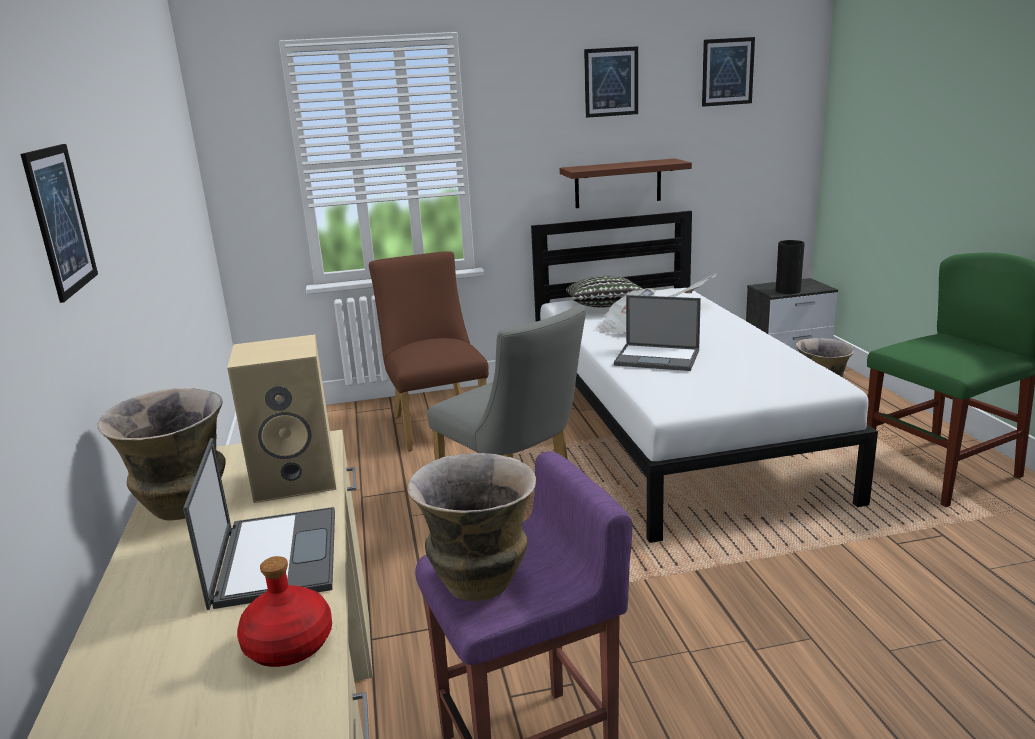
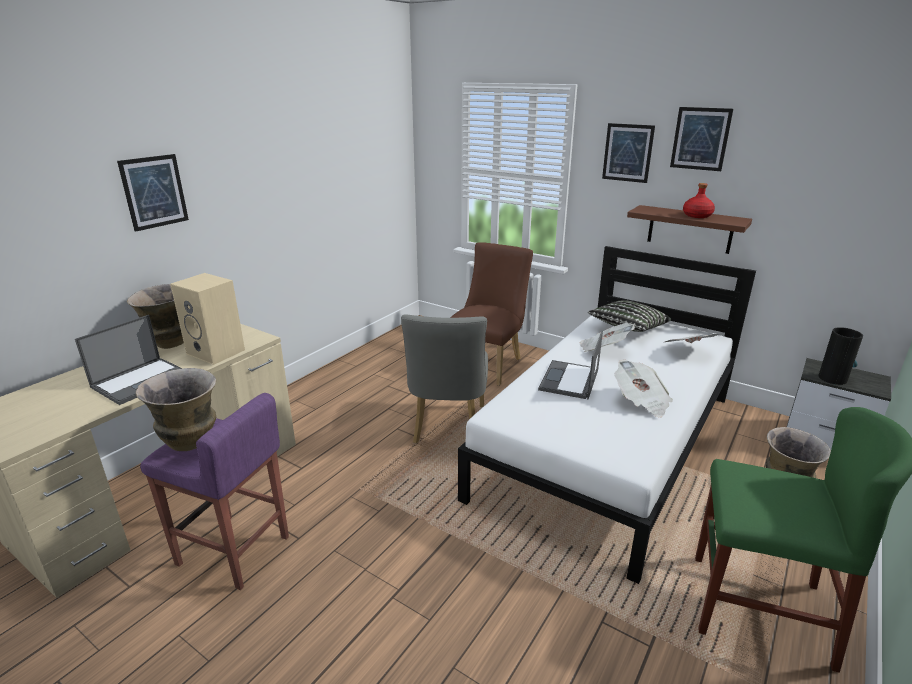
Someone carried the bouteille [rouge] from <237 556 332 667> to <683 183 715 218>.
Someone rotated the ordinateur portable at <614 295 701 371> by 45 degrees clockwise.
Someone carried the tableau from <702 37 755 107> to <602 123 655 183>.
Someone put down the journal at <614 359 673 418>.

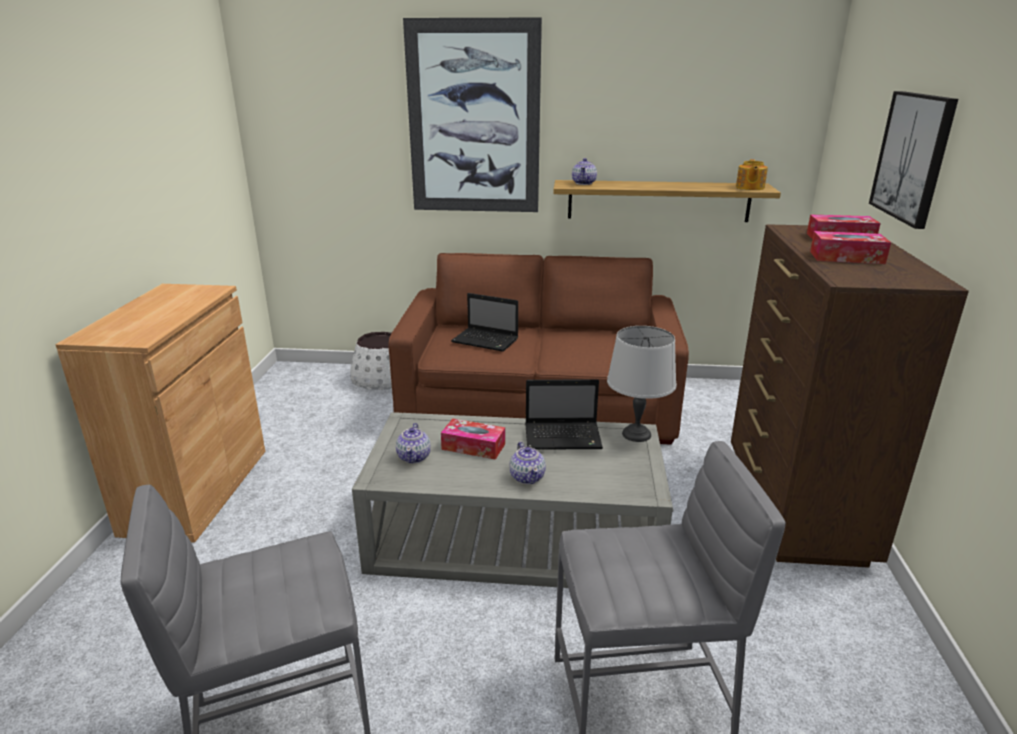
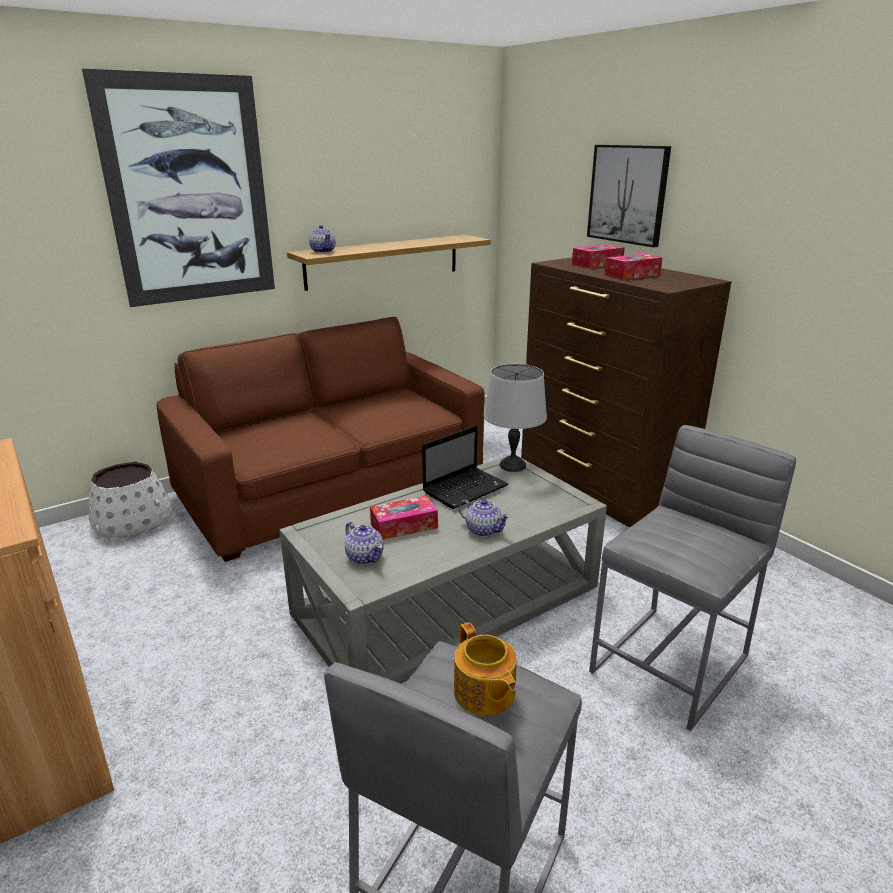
Someone took away the ordinateur portable at <451 293 518 352>.
Someone carried the théière from <736 159 768 190> to <454 622 517 716>.

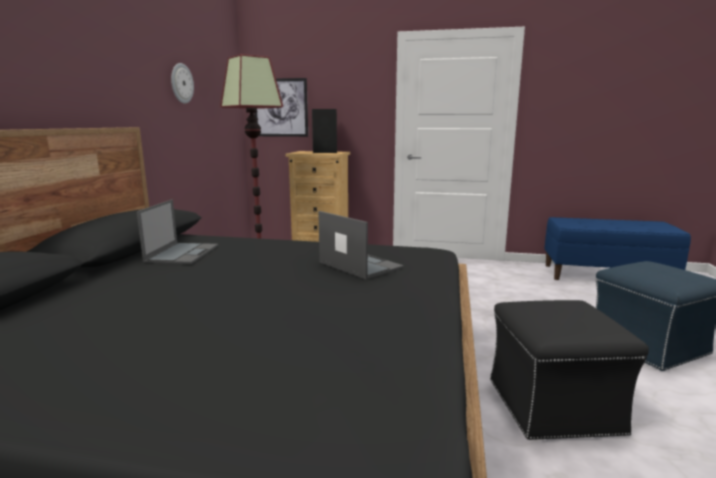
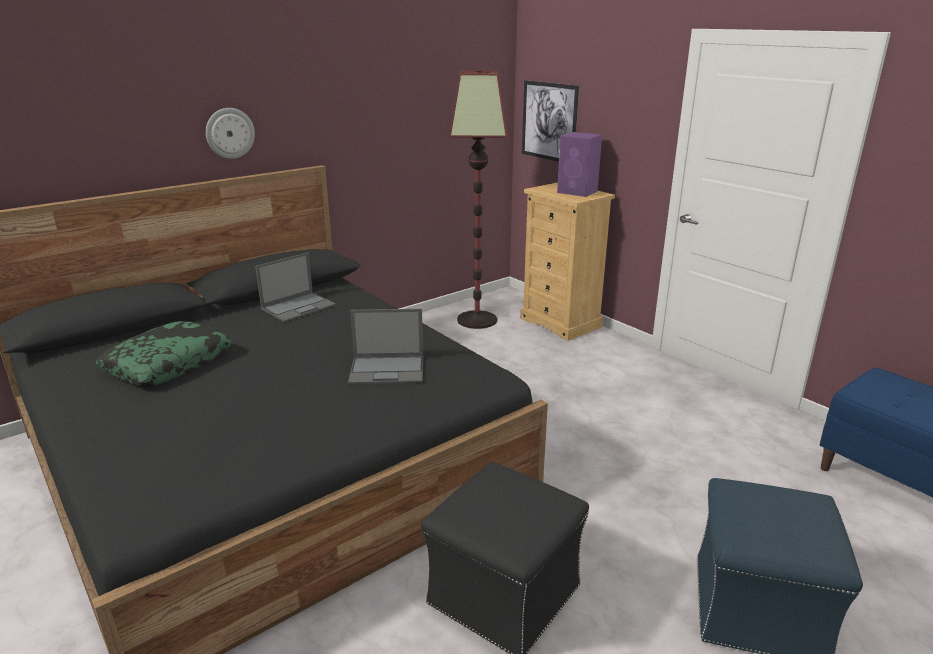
Someone carried the horloge murale from <171 63 194 104> to <206 108 255 159>.
Someone repainted the enceinte [noir] at <312 109 337 153>, which became the enceinte [violet] at <557 132 602 197>.
Someone rotated the ordinateur portable at <318 211 404 280> by 90 degrees clockwise.
Someone put down the coussin at <96 321 232 387>.

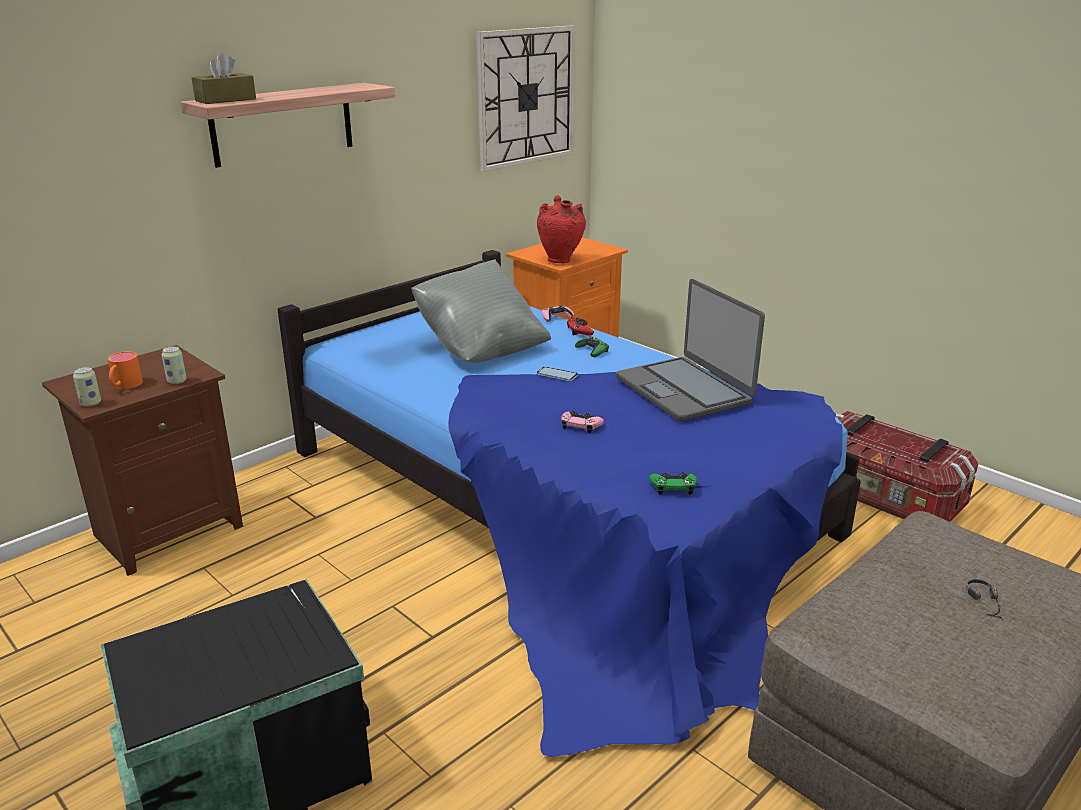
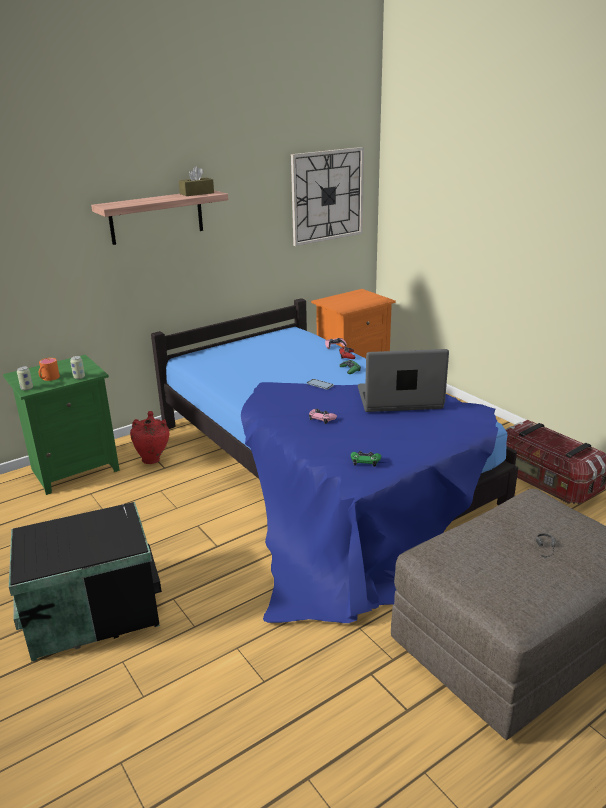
Someone repainted the table de chevet [marron] at <42 345 243 576>, which became the table de chevet [vert] at <3 355 120 495>.
Someone carried the boîte à mouchoirs [marron] from <191 52 256 104> to <179 166 214 196>.
Someone took away the coussin [gris] at <411 259 551 363>.
Someone carried the vase [rouge] from <537 195 586 263> to <130 411 169 464>.
Someone rotated the ordinateur portable at <616 279 765 422> by 105 degrees clockwise.

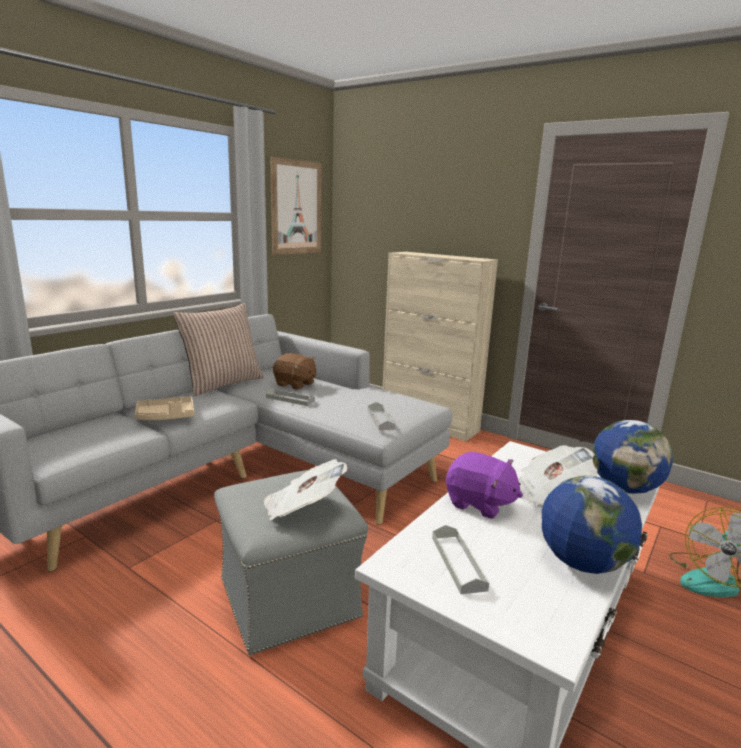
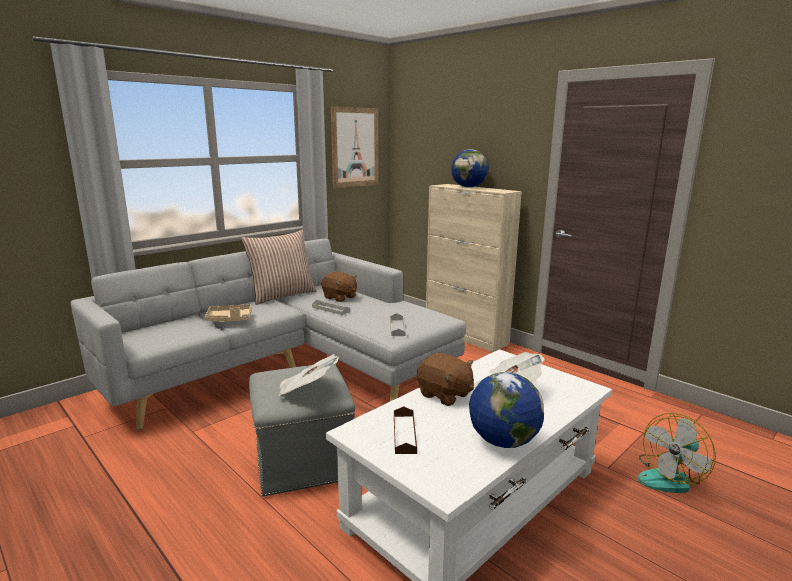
Someone repainted the plateau [gris] at <432 525 489 594>, which became the plateau [marron] at <394 406 417 454>.
Someone repainted the peluche [violet] at <446 452 523 519>, which became the peluche [marron] at <417 353 474 406>.
Someone carried the globe from <593 420 673 494> to <451 149 489 187>.

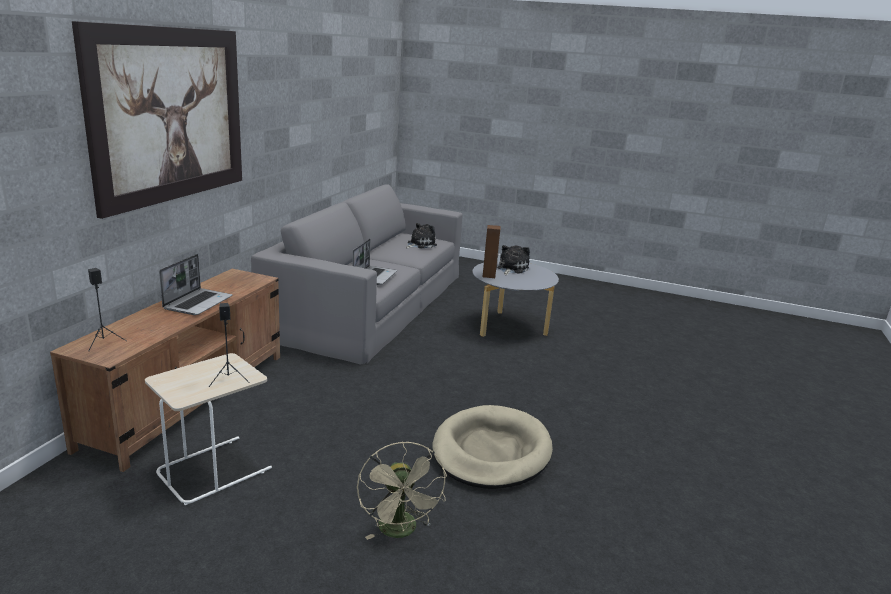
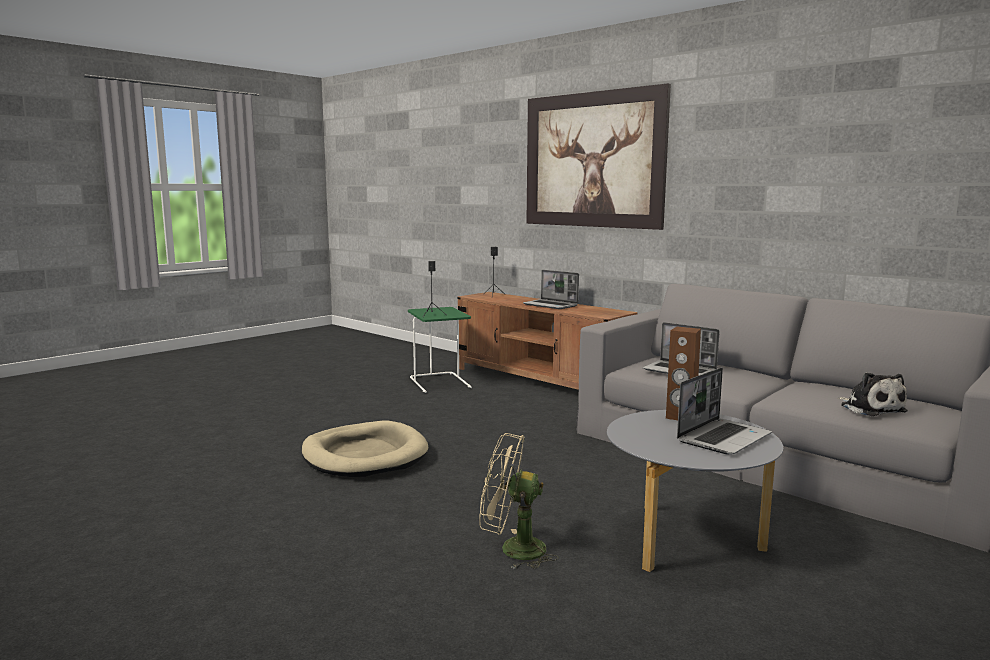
Someone repainted the table d'appoint [beige] at <145 353 272 505>, which became the table d'appoint [vert] at <408 307 472 393>.
Someone carried the ventilateur [beige] from <357 441 447 540> to <479 433 559 569>.
Someone swapped the peluche at <497 245 530 275> for the ordinateur portable at <677 367 772 455>.

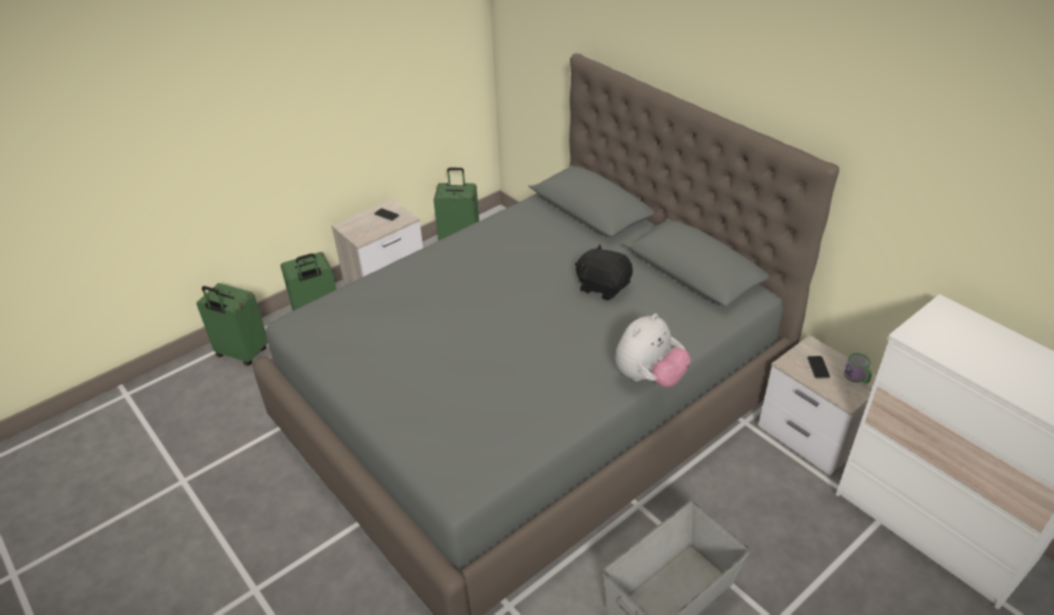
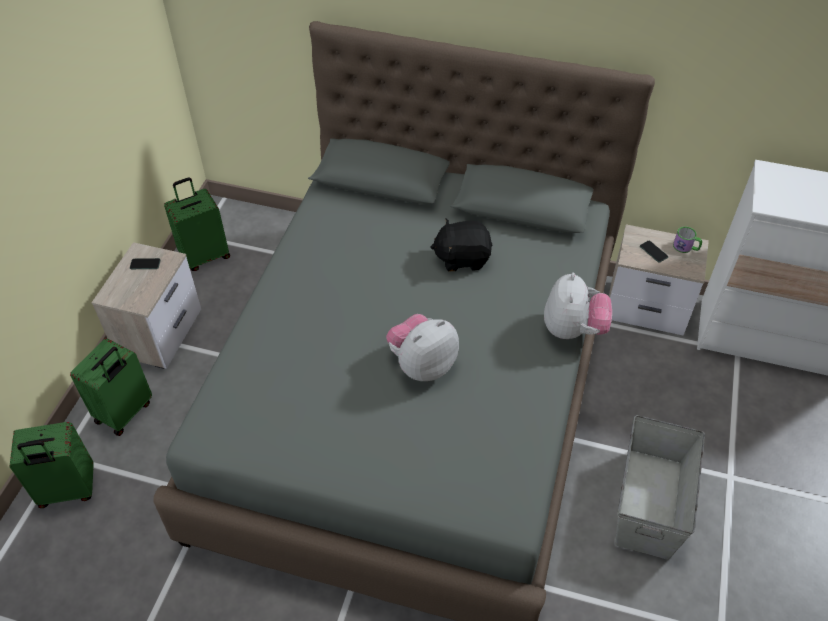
Someone put down the peluche at <386 314 459 381>.

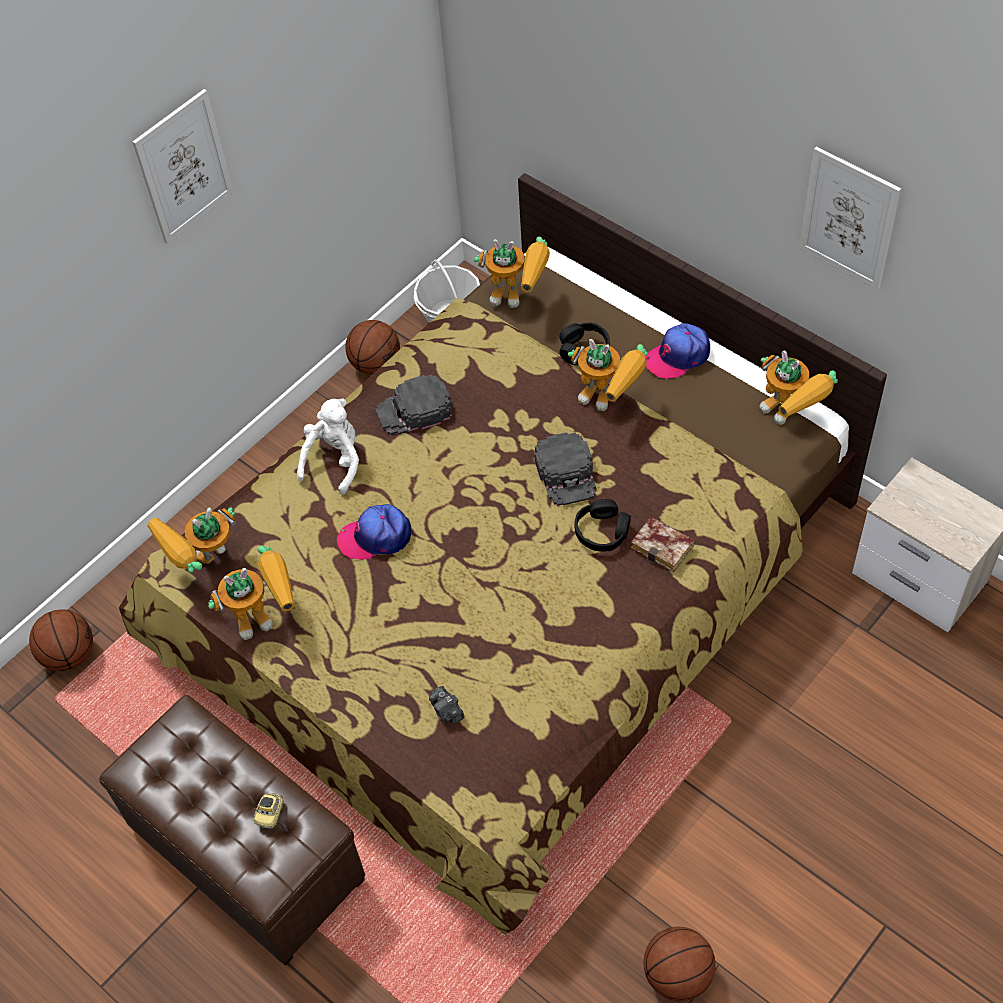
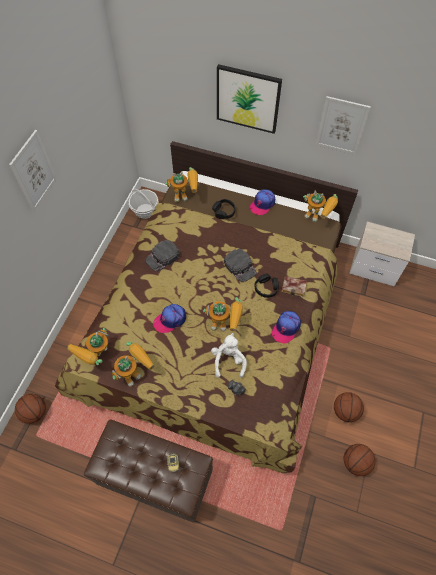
Someone carried the peluche [blanc] from <297 398 359 495> to <211 333 247 378>.
Someone carried the ballon de basket from <345 320 400 375> to <334 392 364 422>.
Someone carried the robot jouet from <568 339 648 411> to <203 297 243 332>.
Someone put up the tableau at <217 64 282 134>.
Someone put down the casquette at <272 311 301 344>.

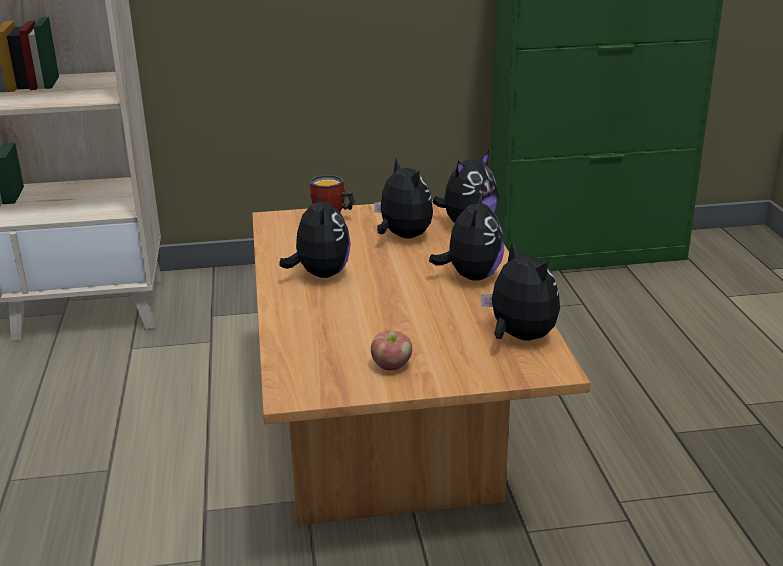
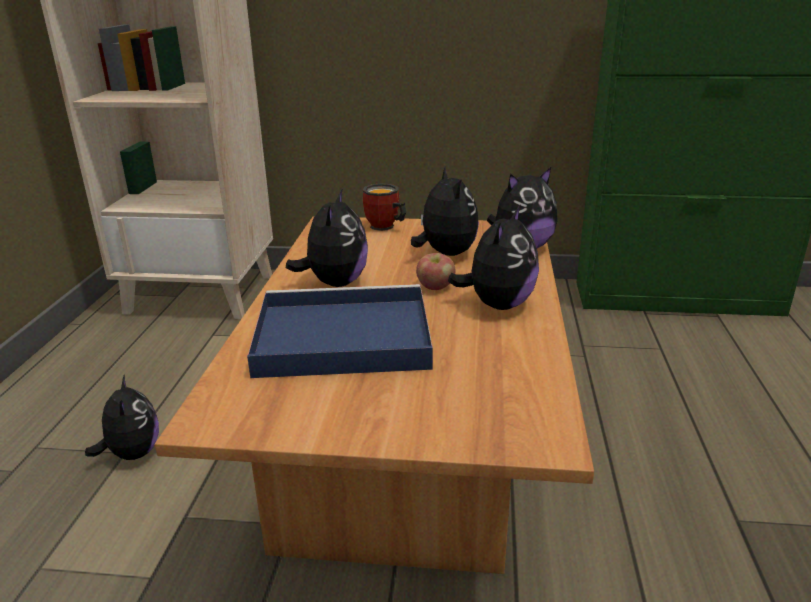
Someone carried the pomme from <371 330 412 370> to <416 253 456 290>.
Someone carried the peluche from <481 241 560 341> to <85 374 159 460>.
Someone put down the plateau [bleu] at <247 284 433 378>.

